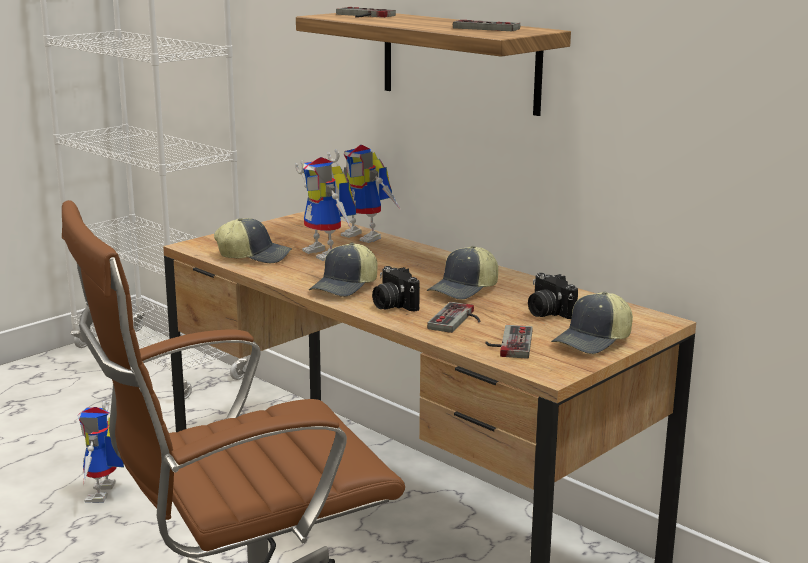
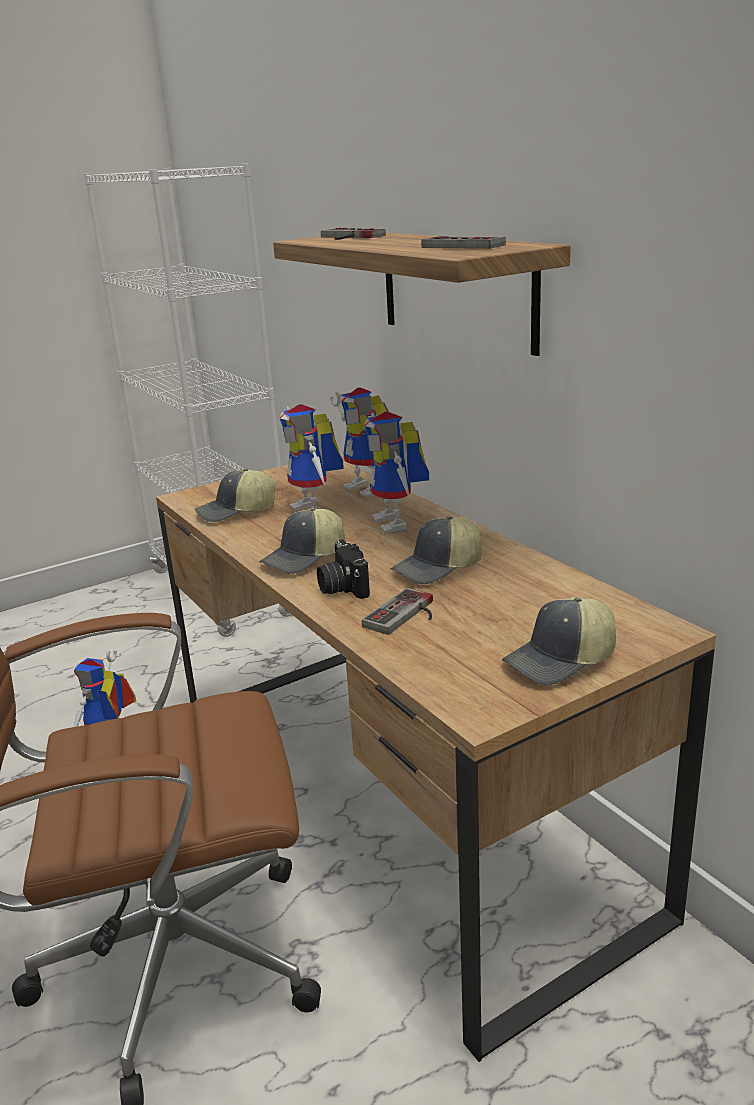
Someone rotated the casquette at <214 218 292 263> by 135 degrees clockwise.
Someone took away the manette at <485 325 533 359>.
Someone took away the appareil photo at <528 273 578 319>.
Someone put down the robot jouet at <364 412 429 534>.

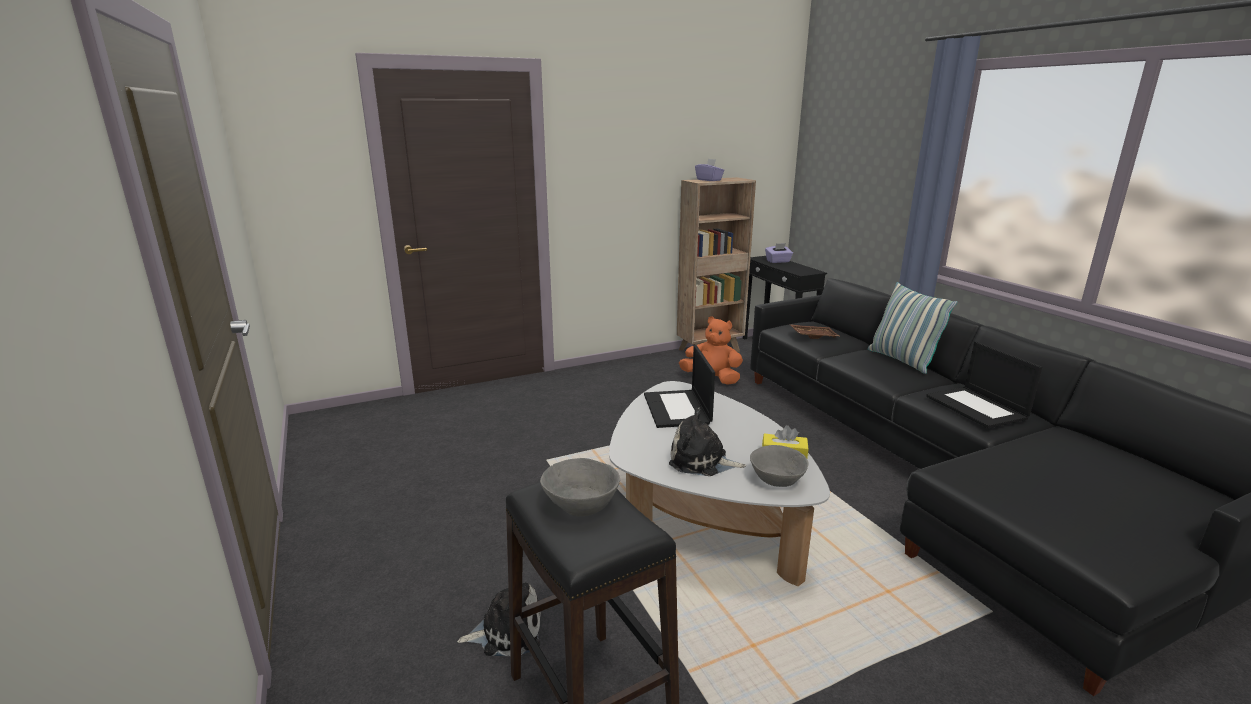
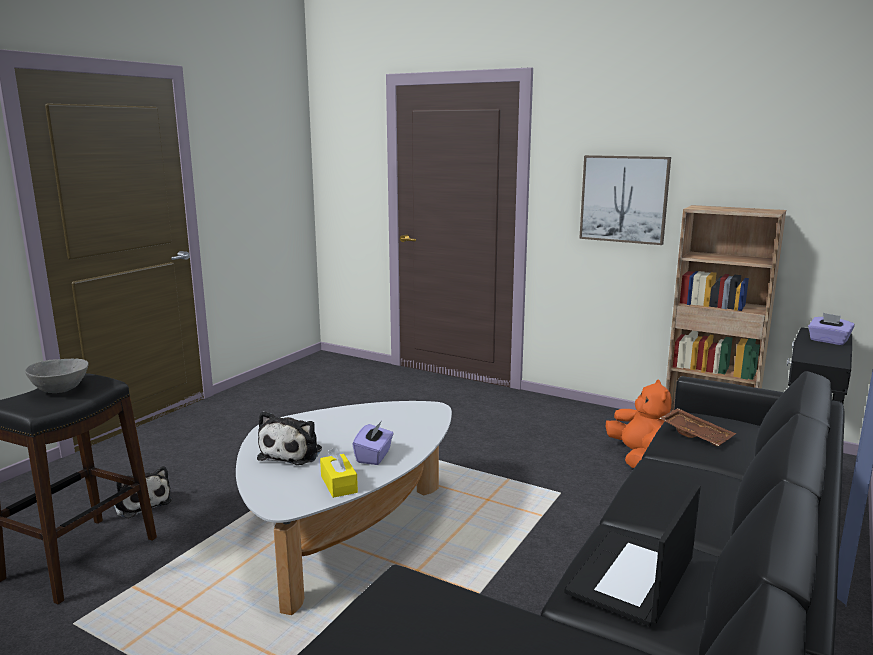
Someone took away the ordinateur portable at <644 345 715 428>.
Someone rotated the peluche at <669 408 746 476> by 150 degrees counterclockwise.
Someone carried the boîte à mouchoirs [violet] from <695 159 725 181> to <352 421 394 465>.
Someone took away the bol [gris] at <750 445 808 487>.
Someone took away the coussin at <868 282 957 374>.
Someone put up the tableau at <579 155 671 245>.

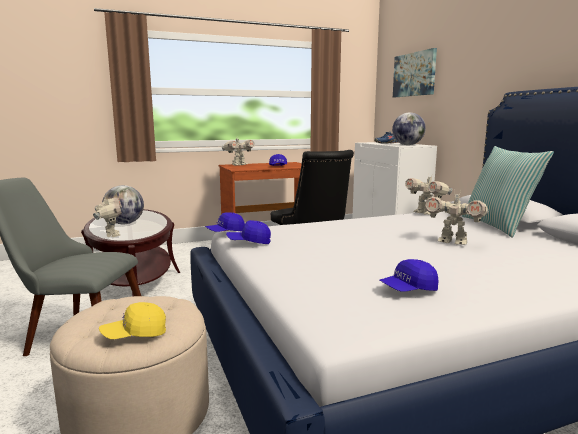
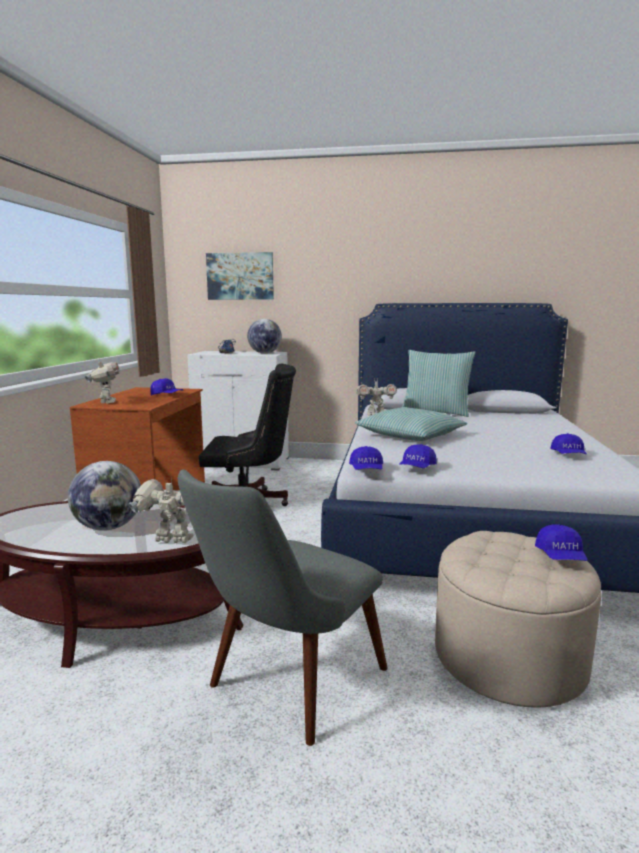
Someone repainted the casquette [jaune] at <99 302 166 339>, which became the casquette [bleu] at <535 524 588 561>.
Someone took away the robot jouet at <425 190 488 245>.
Someone put down the coussin at <355 407 467 441>.

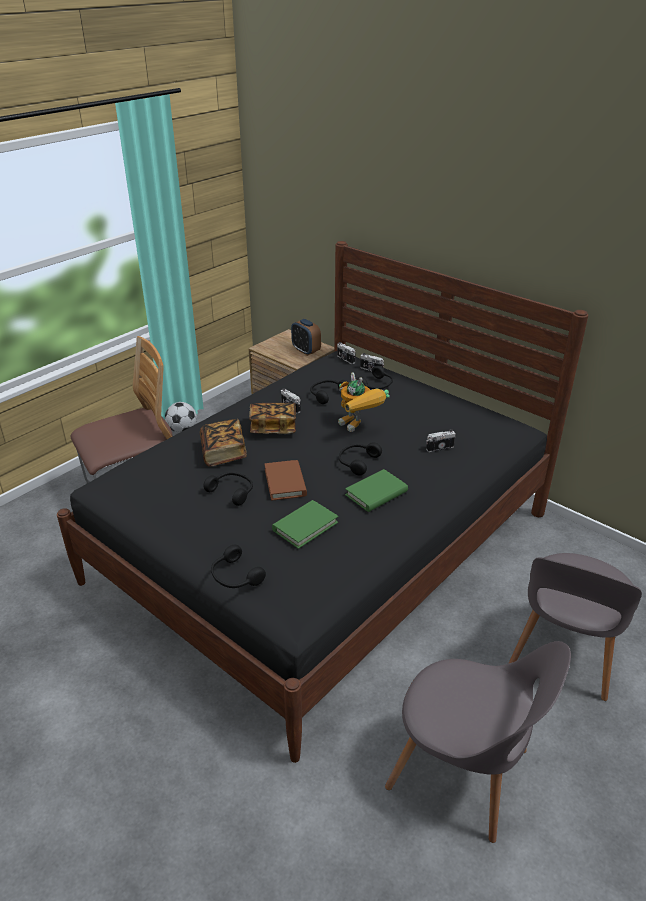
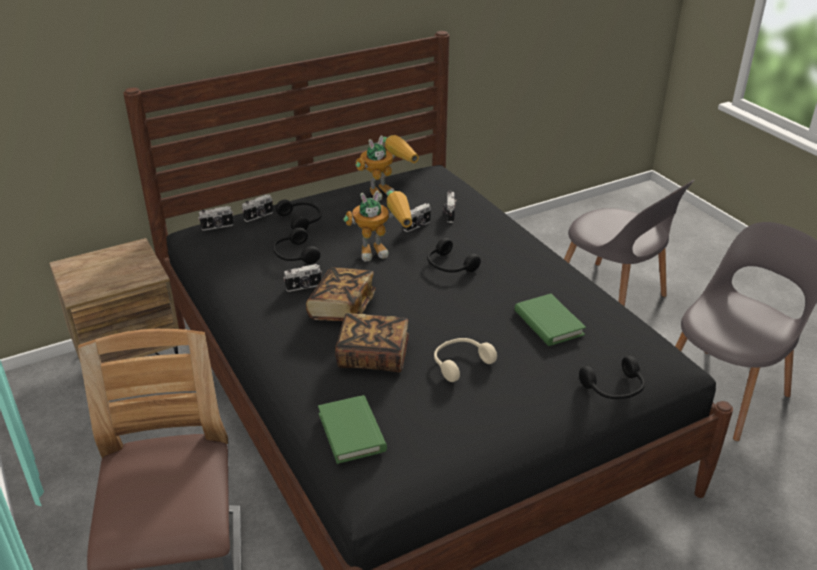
Someone took away the ballon de foot at <165 402 197 433>.
Someone repainted the casque audio [noir] at <204 472 253 506>, which became the casque audio [beige] at <434 338 497 382>.
Someone took away the livre [marron] at <264 460 307 501>.
Someone took away the réveil at <291 319 321 356>.
Someone carried the livre [vert] from <345 469 408 512> to <318 395 387 464>.
Someone put down the robot jouet at <355 135 419 201>.
Someone put down the appareil photo at <403 203 431 232>.

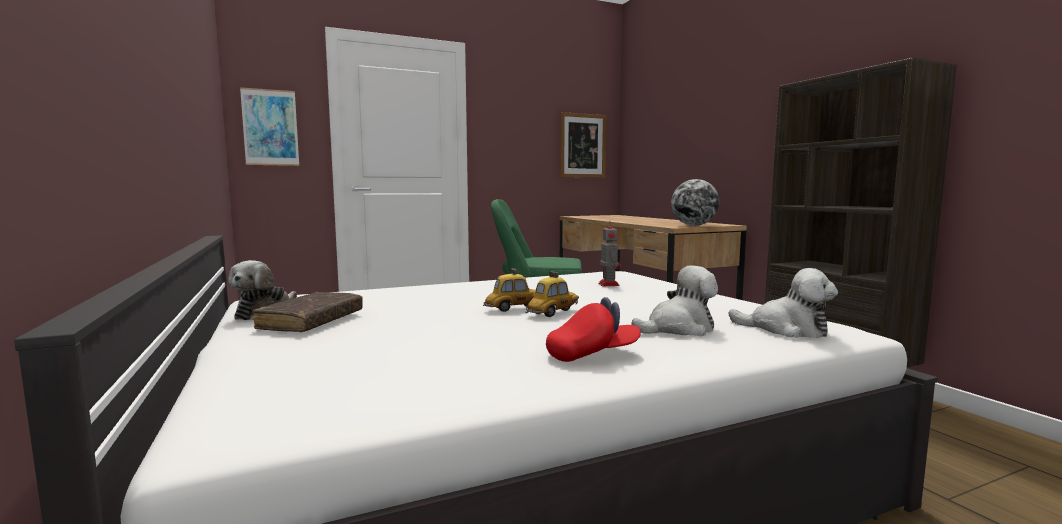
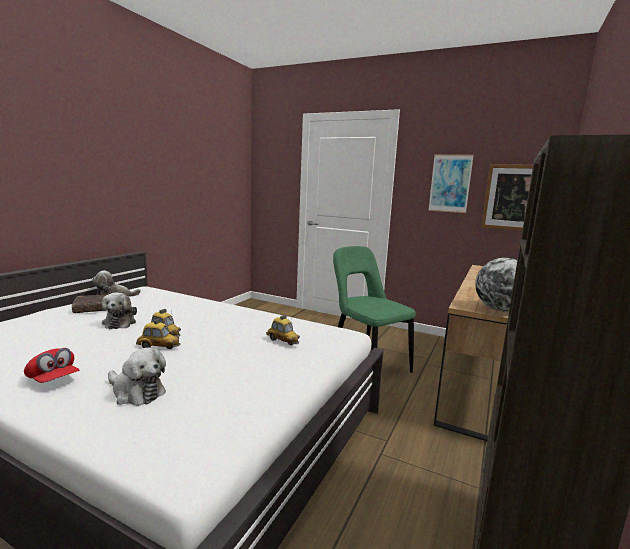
Someone carried the tableau from <240 87 299 166> to <428 154 474 213>.
Someone swapped the robot jouet at <598 221 621 286> for the petite voiture at <266 315 300 345>.
Someone carried the peluche from <728 268 838 338> to <102 292 137 329>.

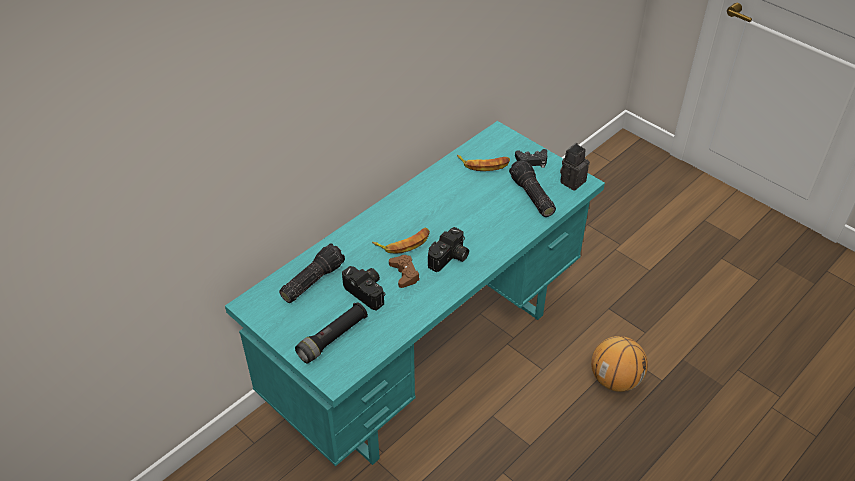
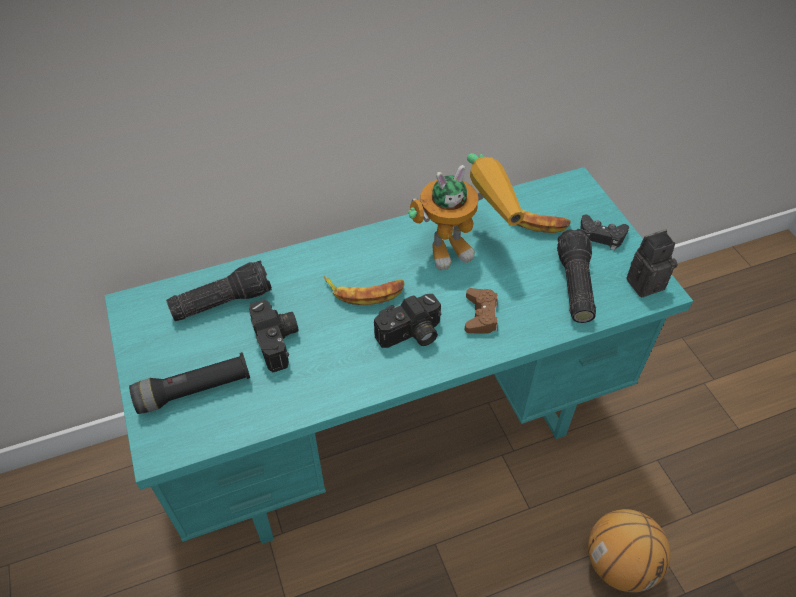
Someone carried the manette [marron] from <389 255 420 288> to <465 288 498 334>.
Someone put down the robot jouet at <408 153 524 271>.

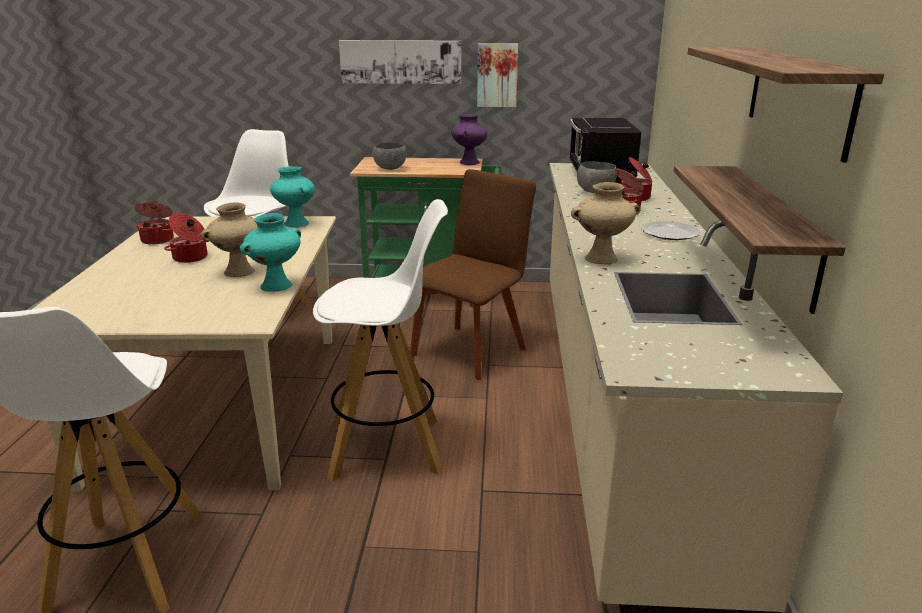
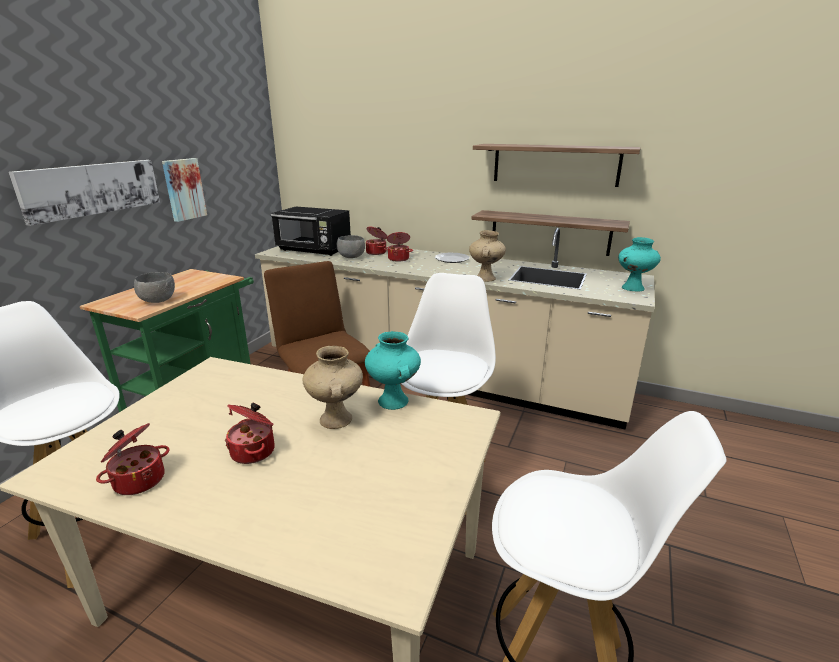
Someone carried the vase [turquoise] from <270 166 315 227> to <618 237 661 291>.
Someone took away the vase [violet] at <452 114 487 165>.

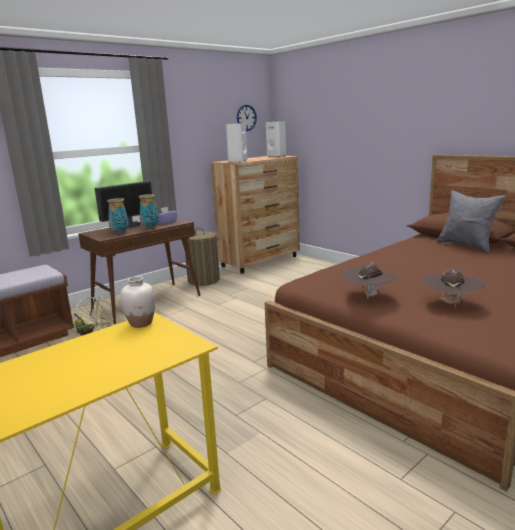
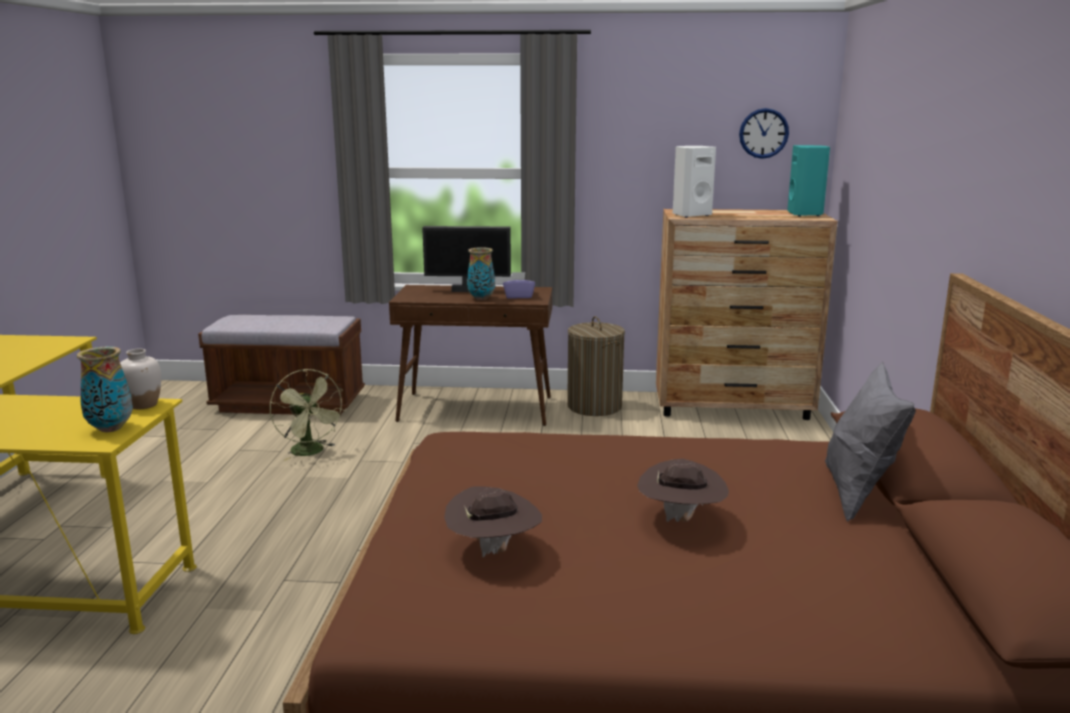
Someone carried the vase from <107 198 129 234> to <77 346 133 432>.
Someone repainted the enceinte [blanc] at <266 121 286 157>, which became the enceinte [turquoise] at <787 145 830 217>.
Someone carried the chapeau [marron] from <343 263 397 299> to <637 459 729 522>.

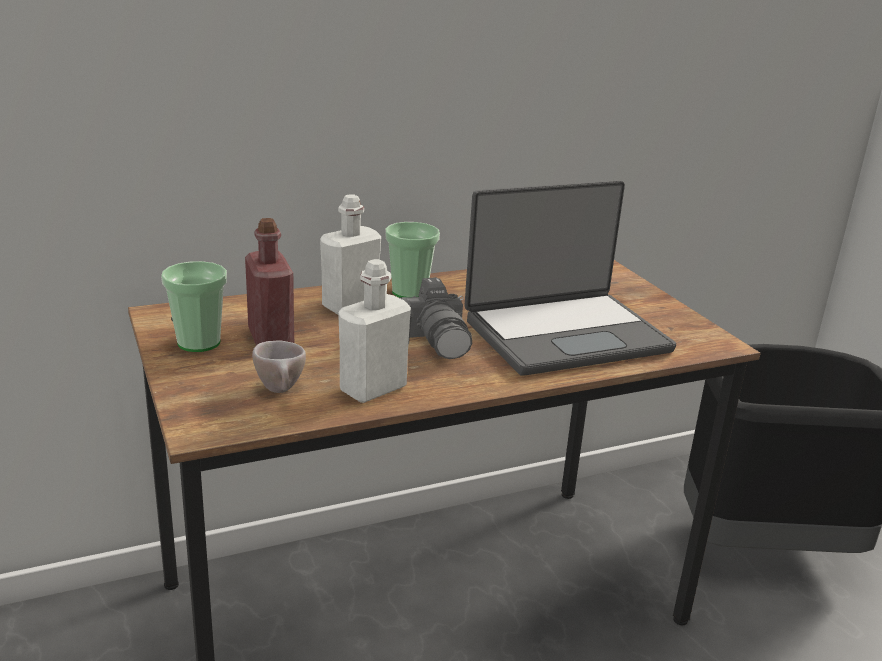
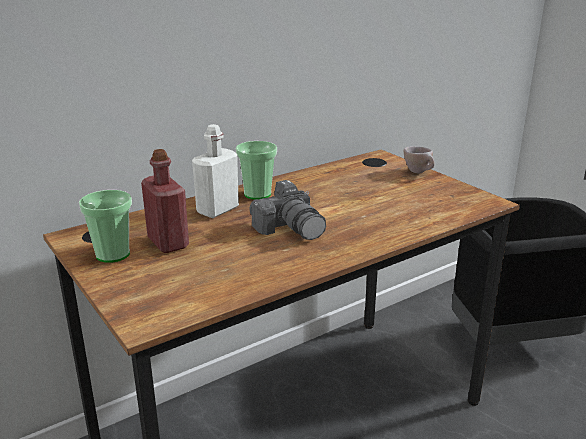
Someone carried the tasse [beige] from <252 340 306 393> to <404 146 434 173>.
Someone took away the bouteille [blanc] at <338 259 411 403>.
Someone took away the ordinateur portable at <464 180 676 376>.

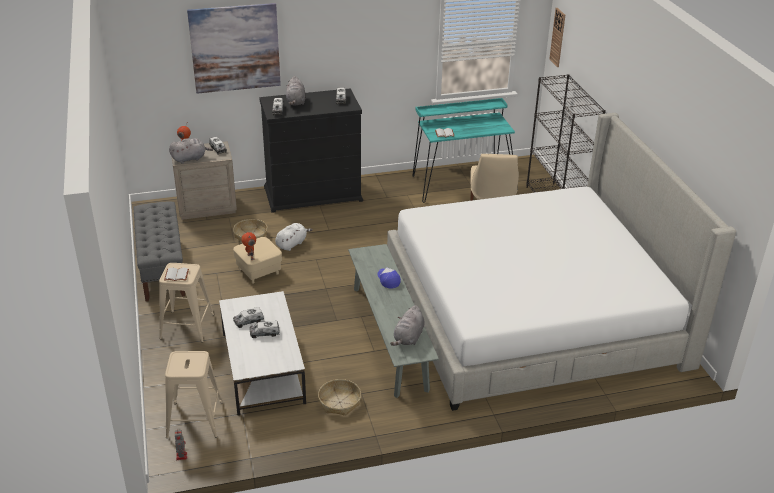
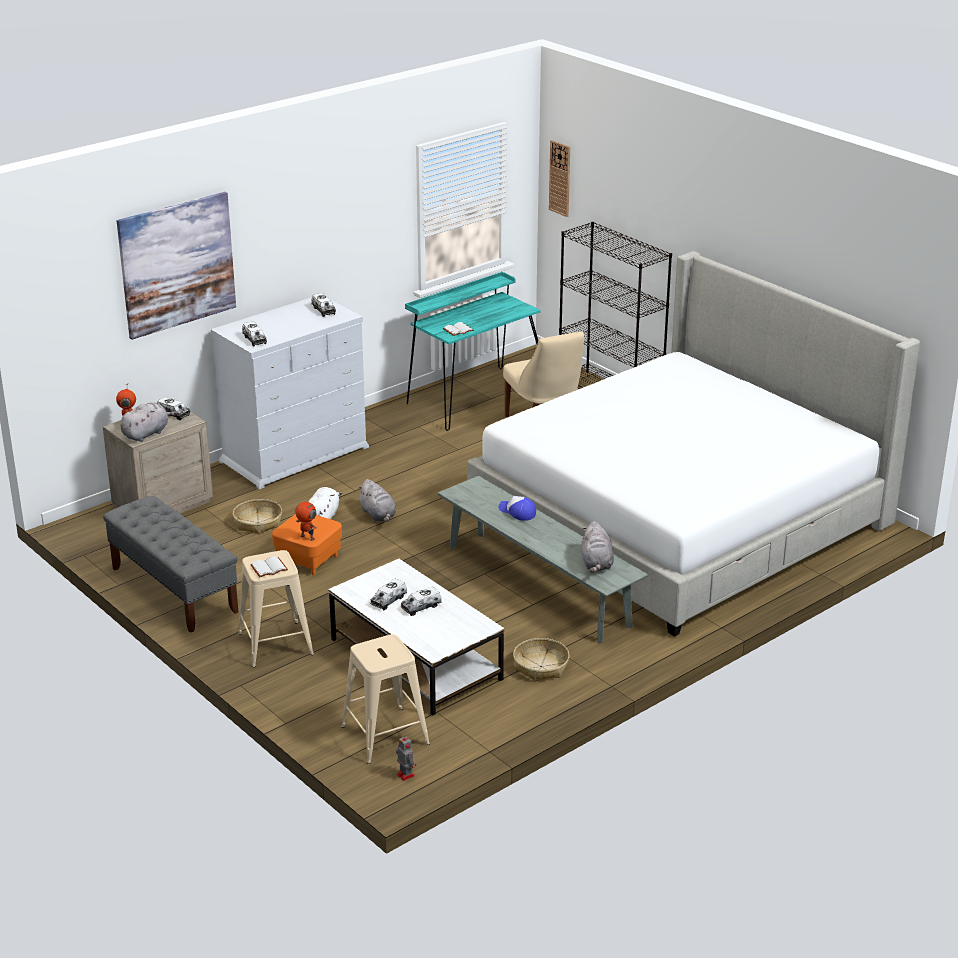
Someone repainted the pouf [beige] at <233 237 282 284>, which became the pouf [orange] at <272 514 342 575>.
Someone repainted the commode [noir] at <259 88 363 213>, which became the commode [blanc] at <211 298 369 489>.
Someone carried the peluche [gris] from <286 76 305 106> to <357 479 396 522>.

